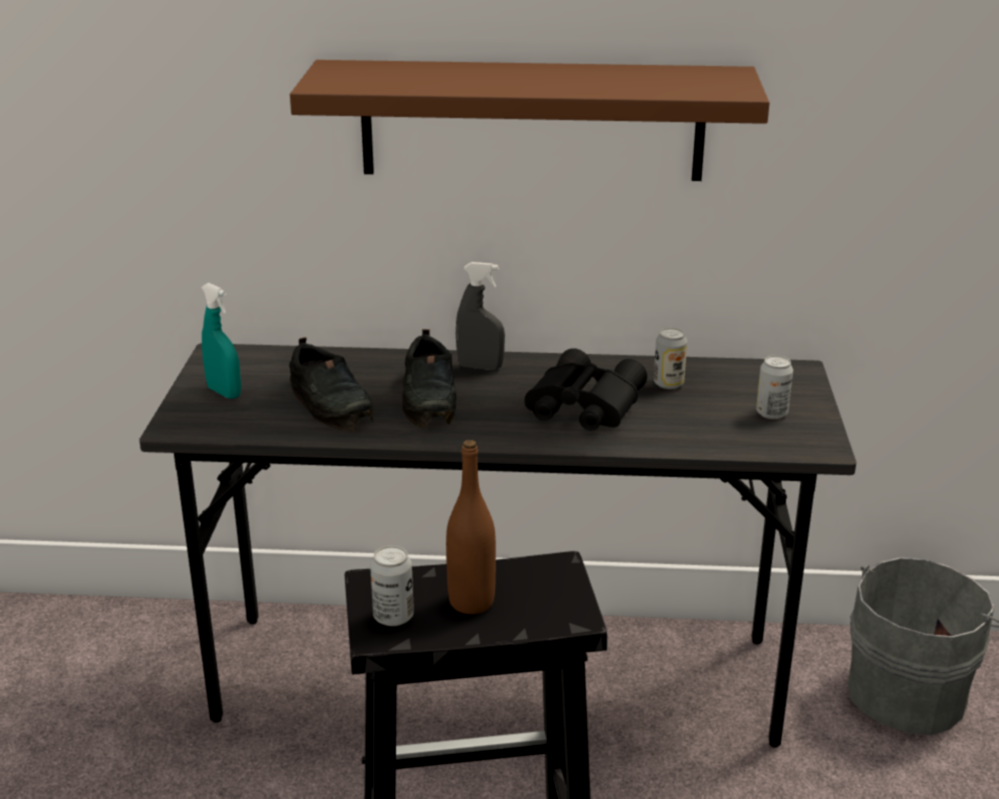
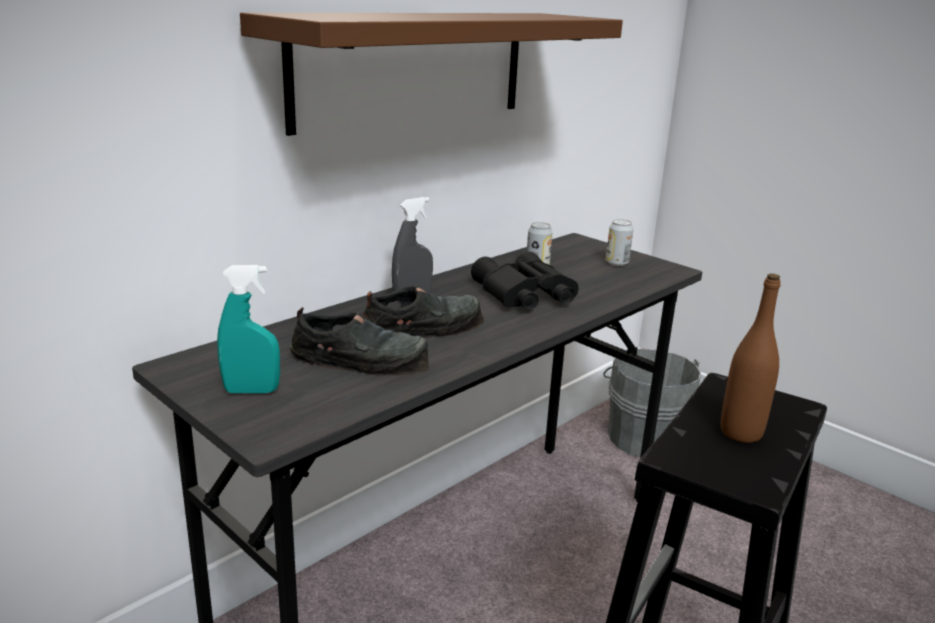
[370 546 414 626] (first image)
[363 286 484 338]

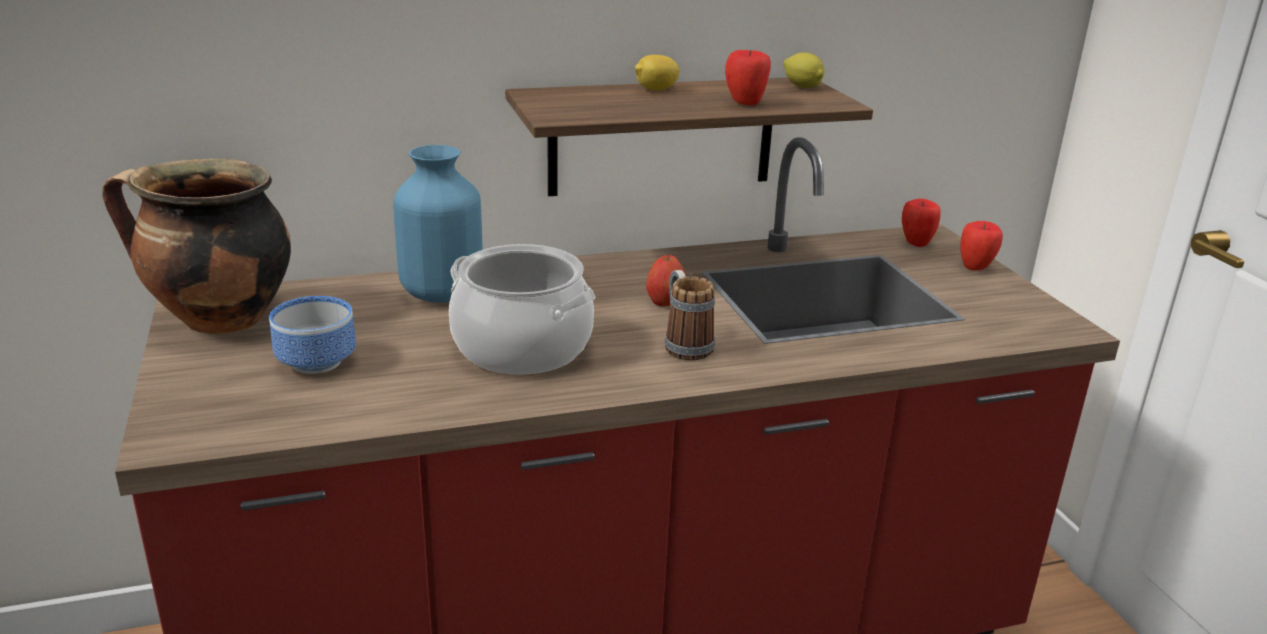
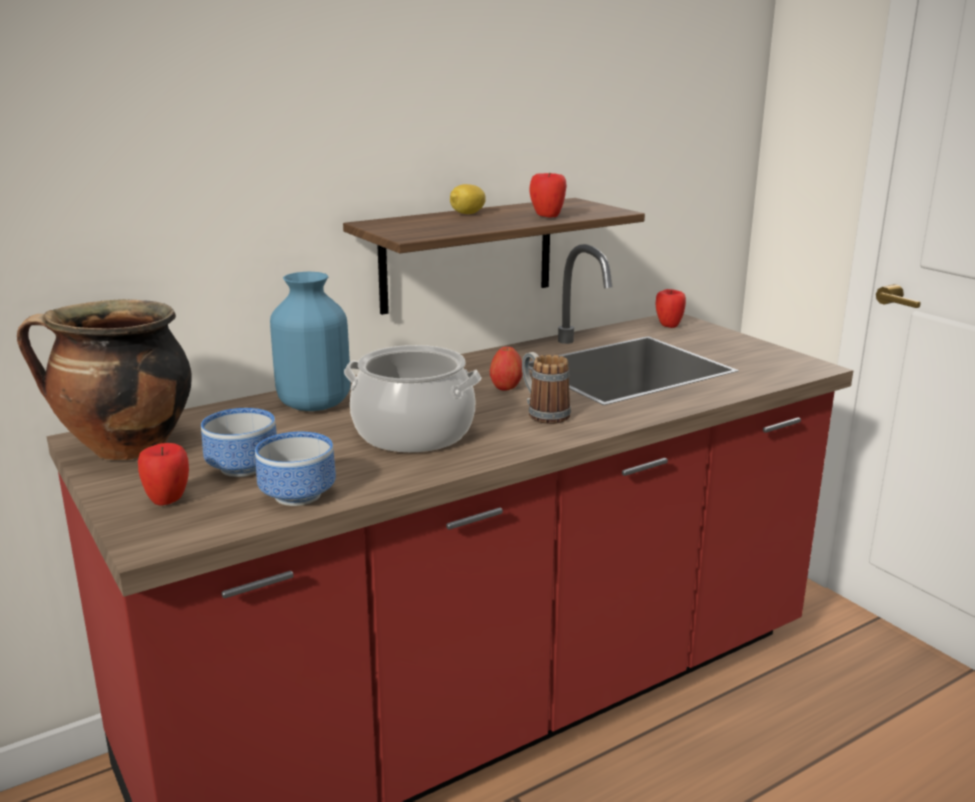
[784 52 825 88] (first image)
[138 443 189 506]
[255 432 336 506]

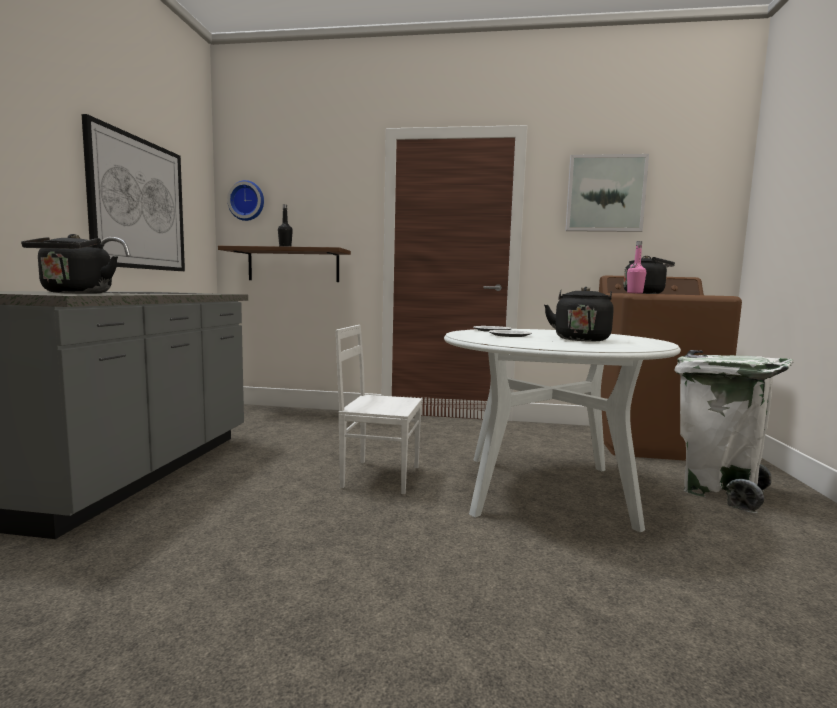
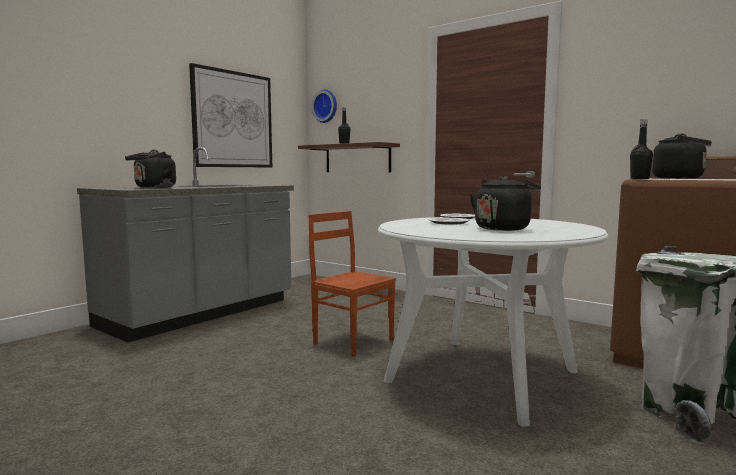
[308 211 396 357]
[565 154 649 232] (first image)
[630 119 653 179]

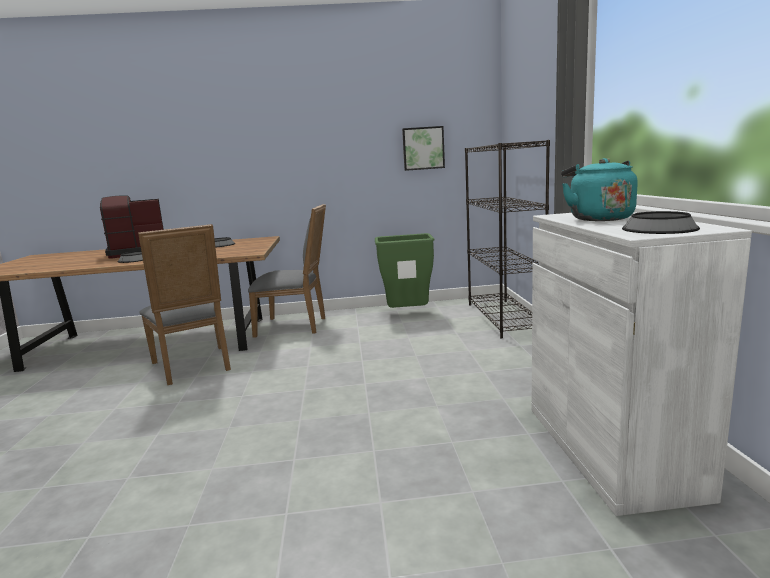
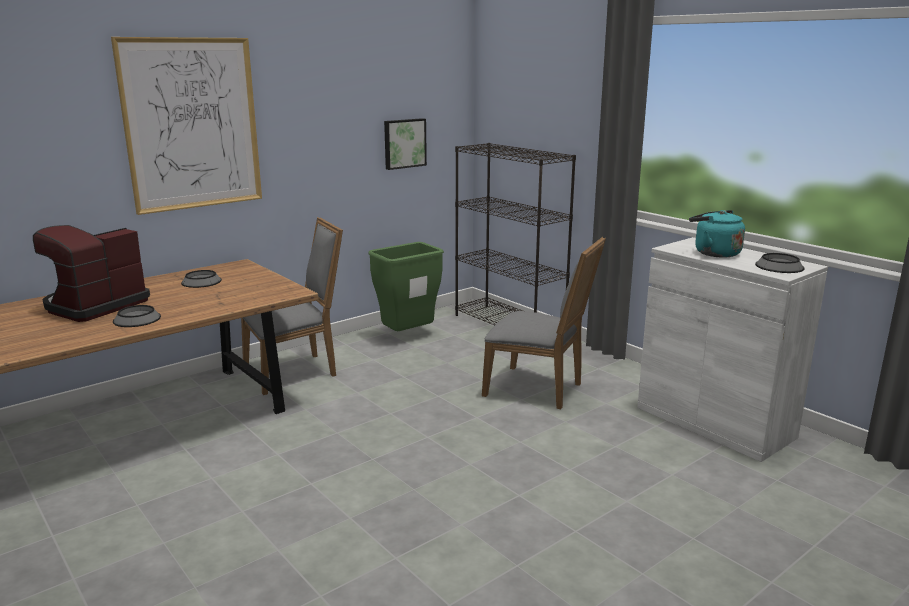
[482 237 606 409]
[111 37 262 215]

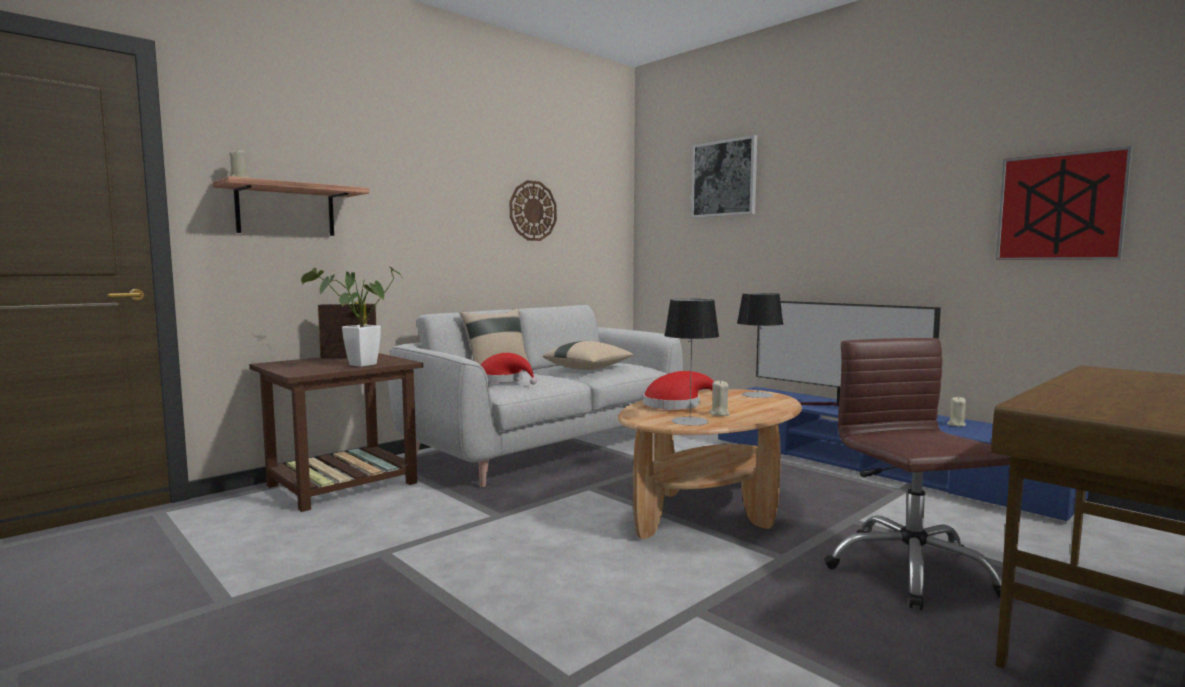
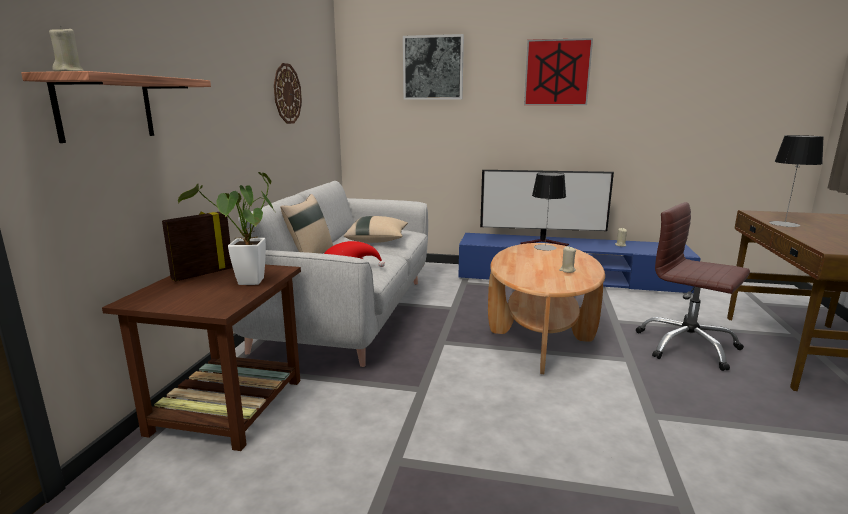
[643 371 714 410] (first image)
[769 135 823 227]
[524 38 593 105]

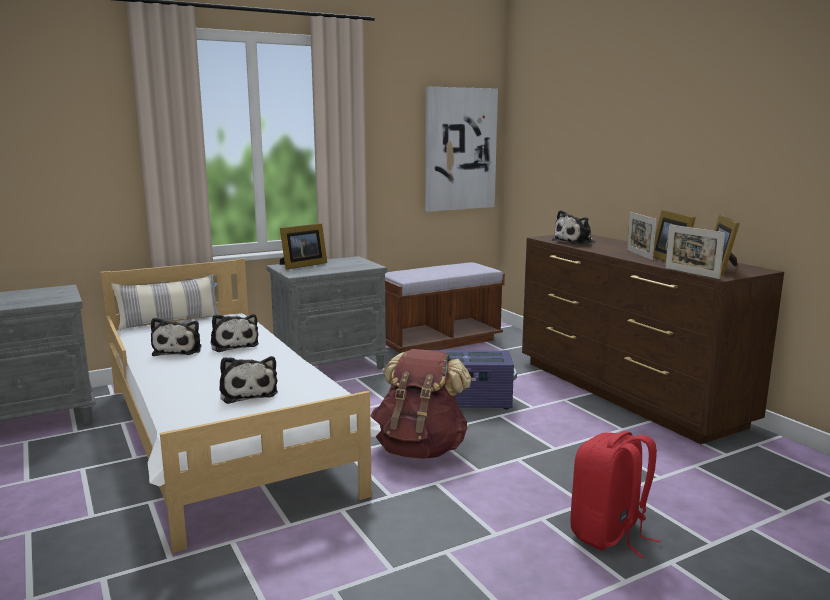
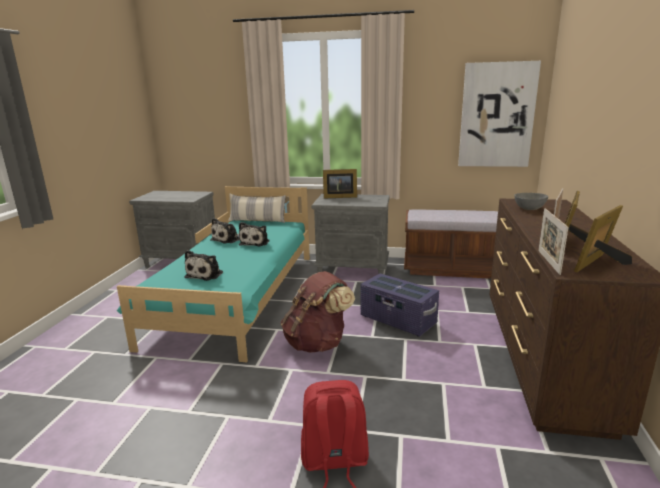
[117 186 310 362]
[514 193 548 210]

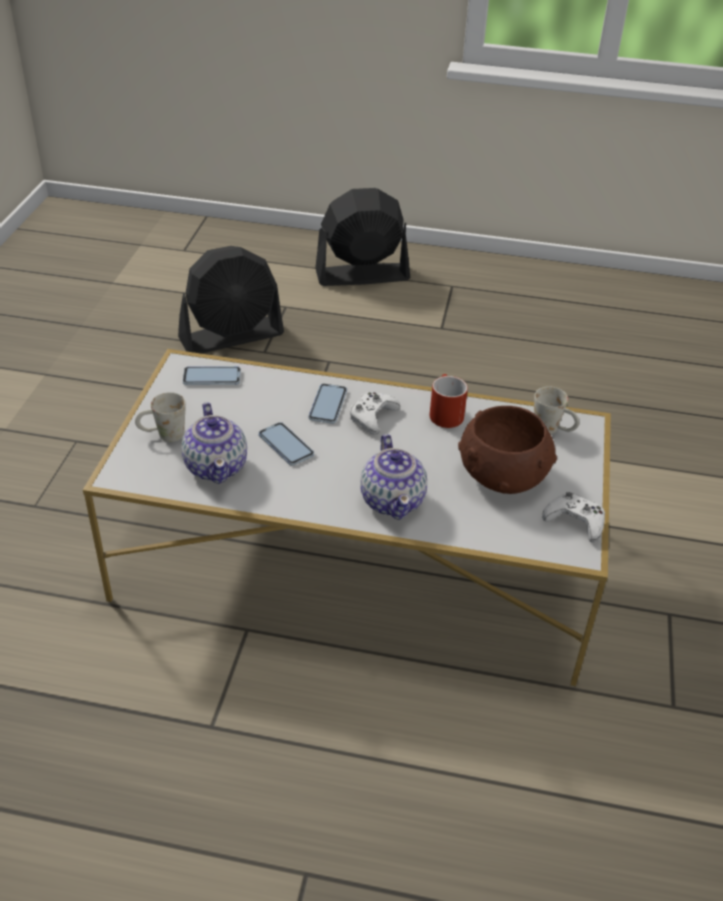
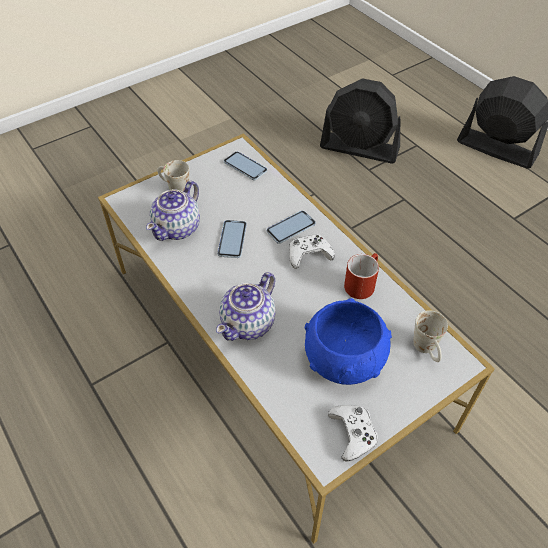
[305 298 392 385]

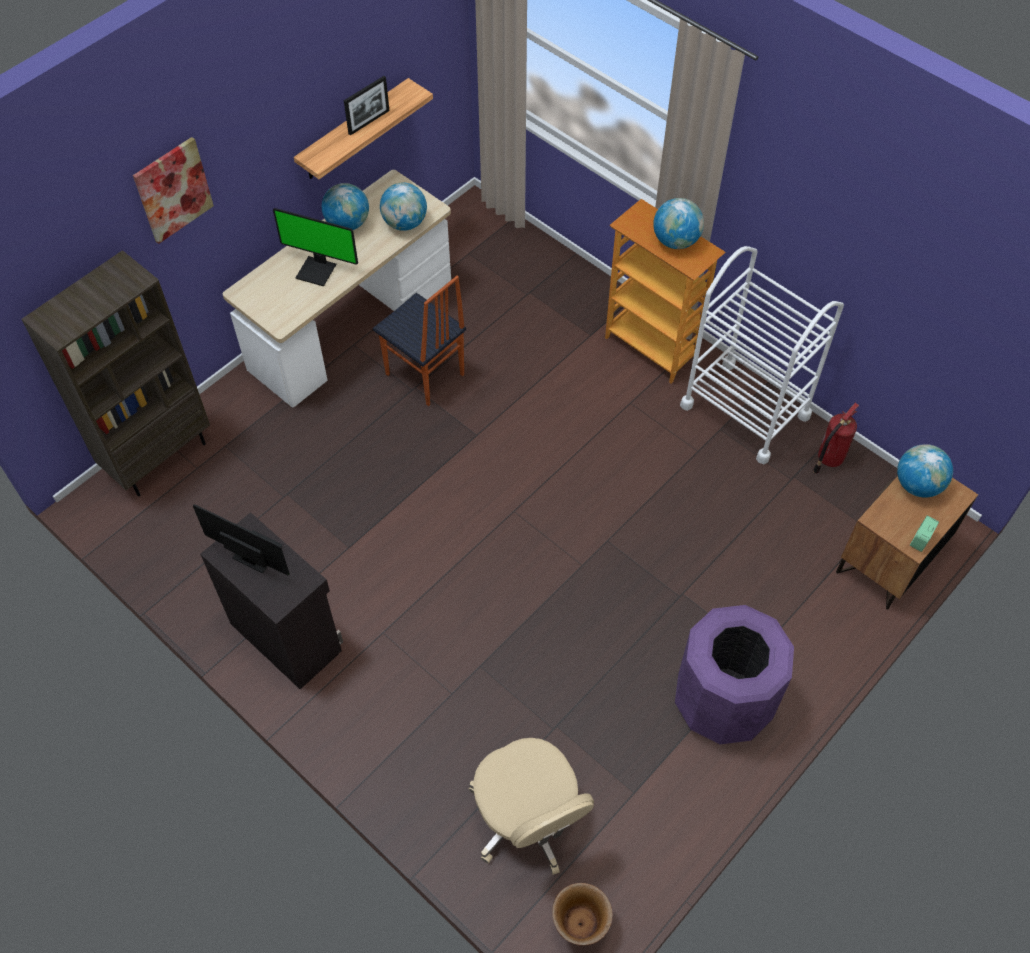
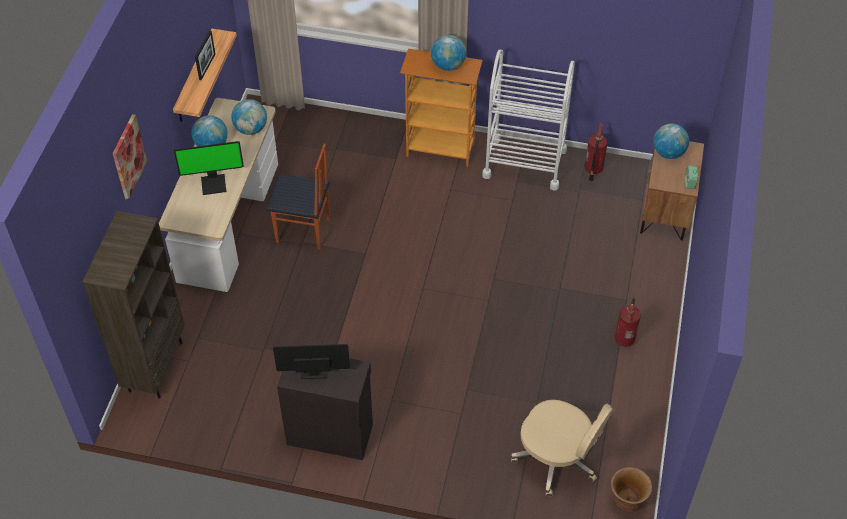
[615 298 641 347]

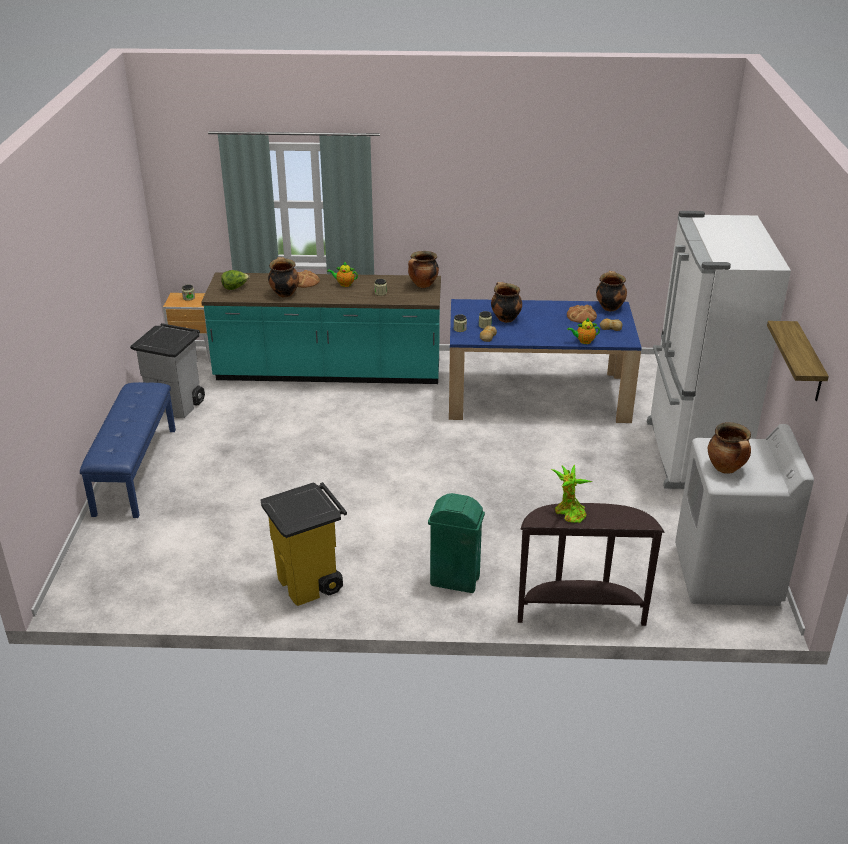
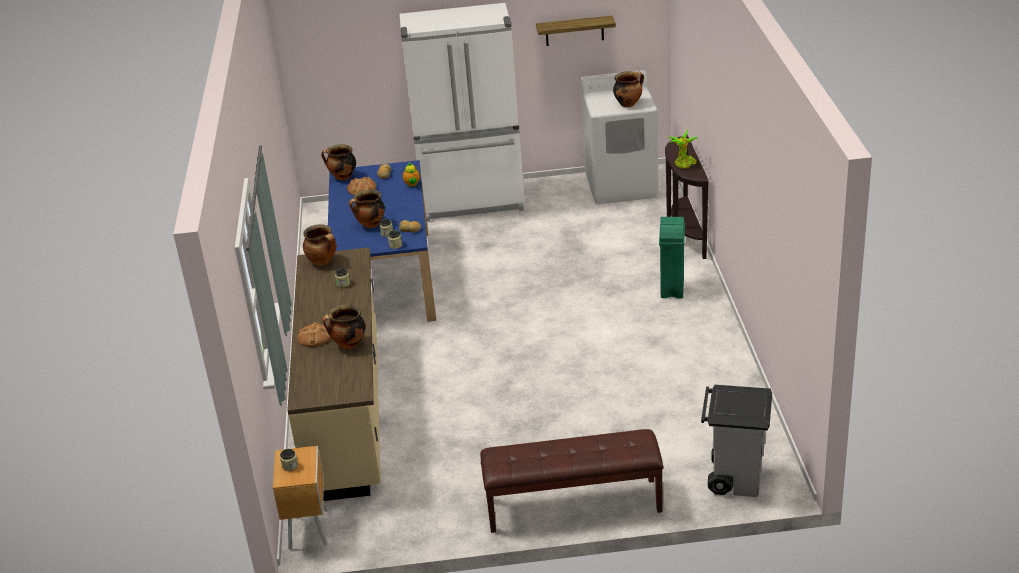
[480 429 664 533]
[701 385 772 497]
[287 247 381 501]
[221 270 250 290] (first image)
[260 482 347 606] (first image)
[327 261 358 287] (first image)

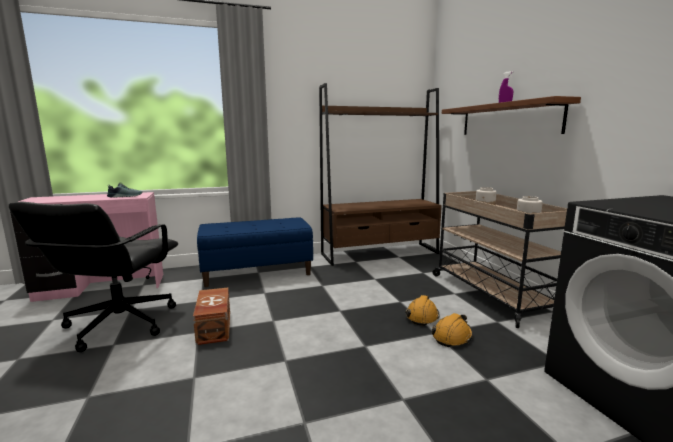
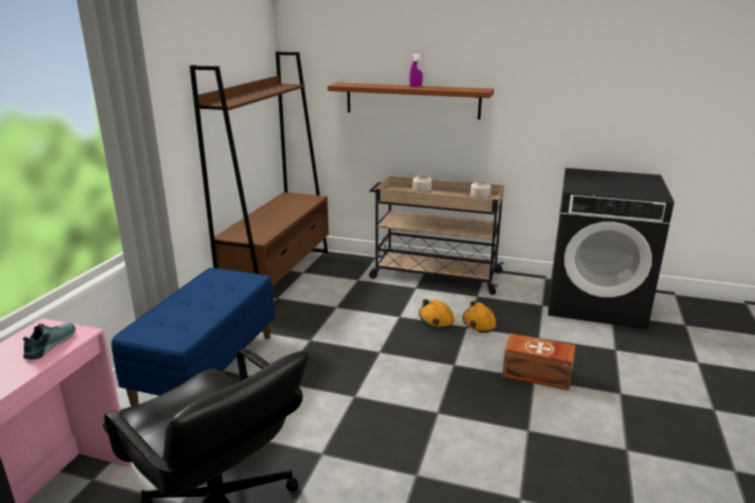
[502 333 575 390]

